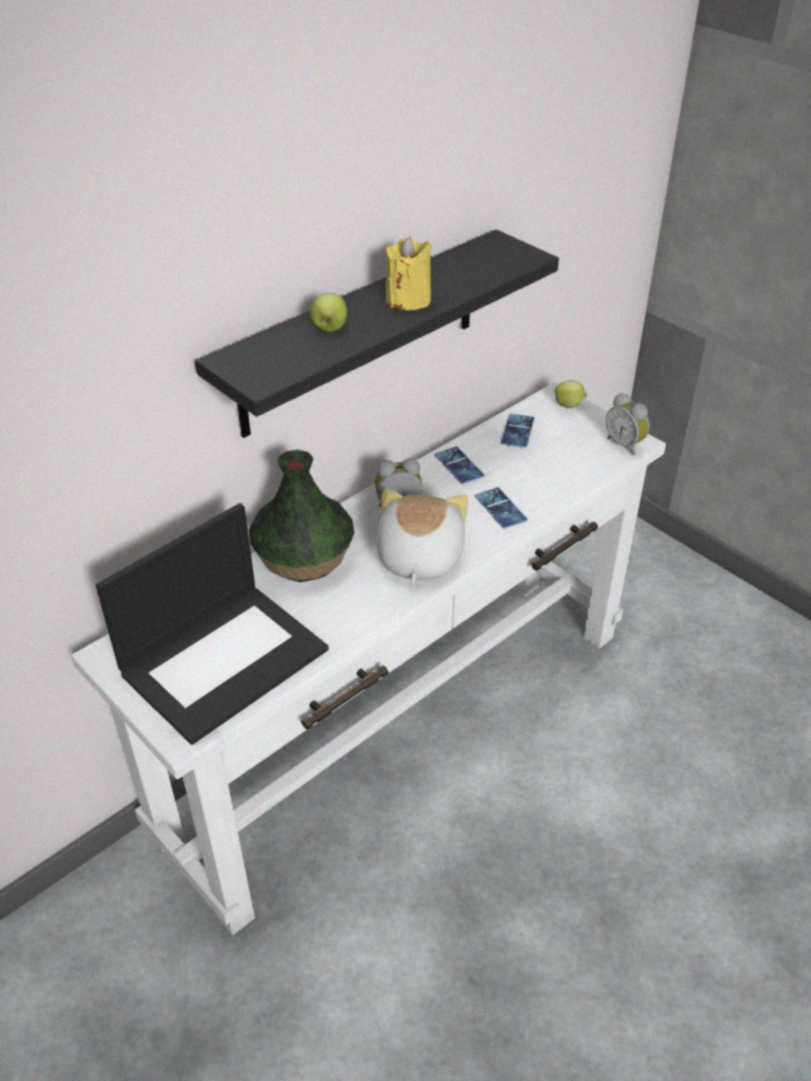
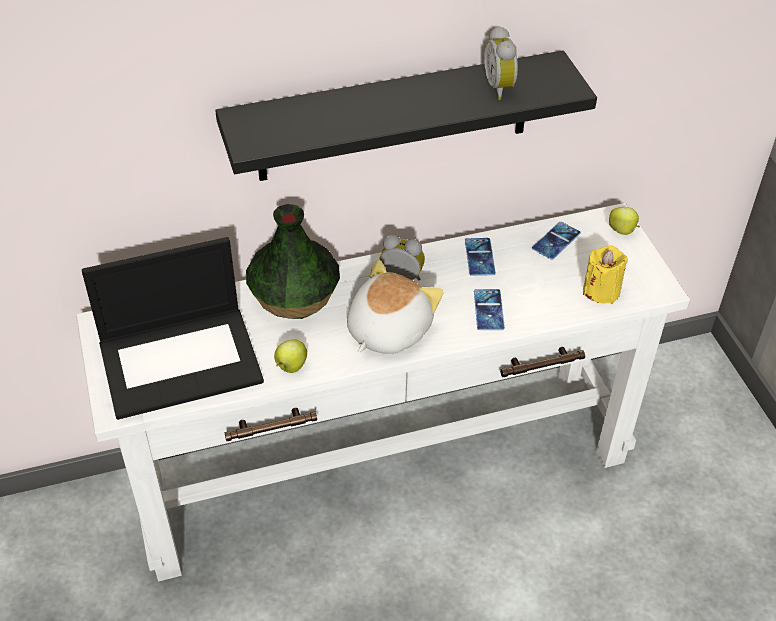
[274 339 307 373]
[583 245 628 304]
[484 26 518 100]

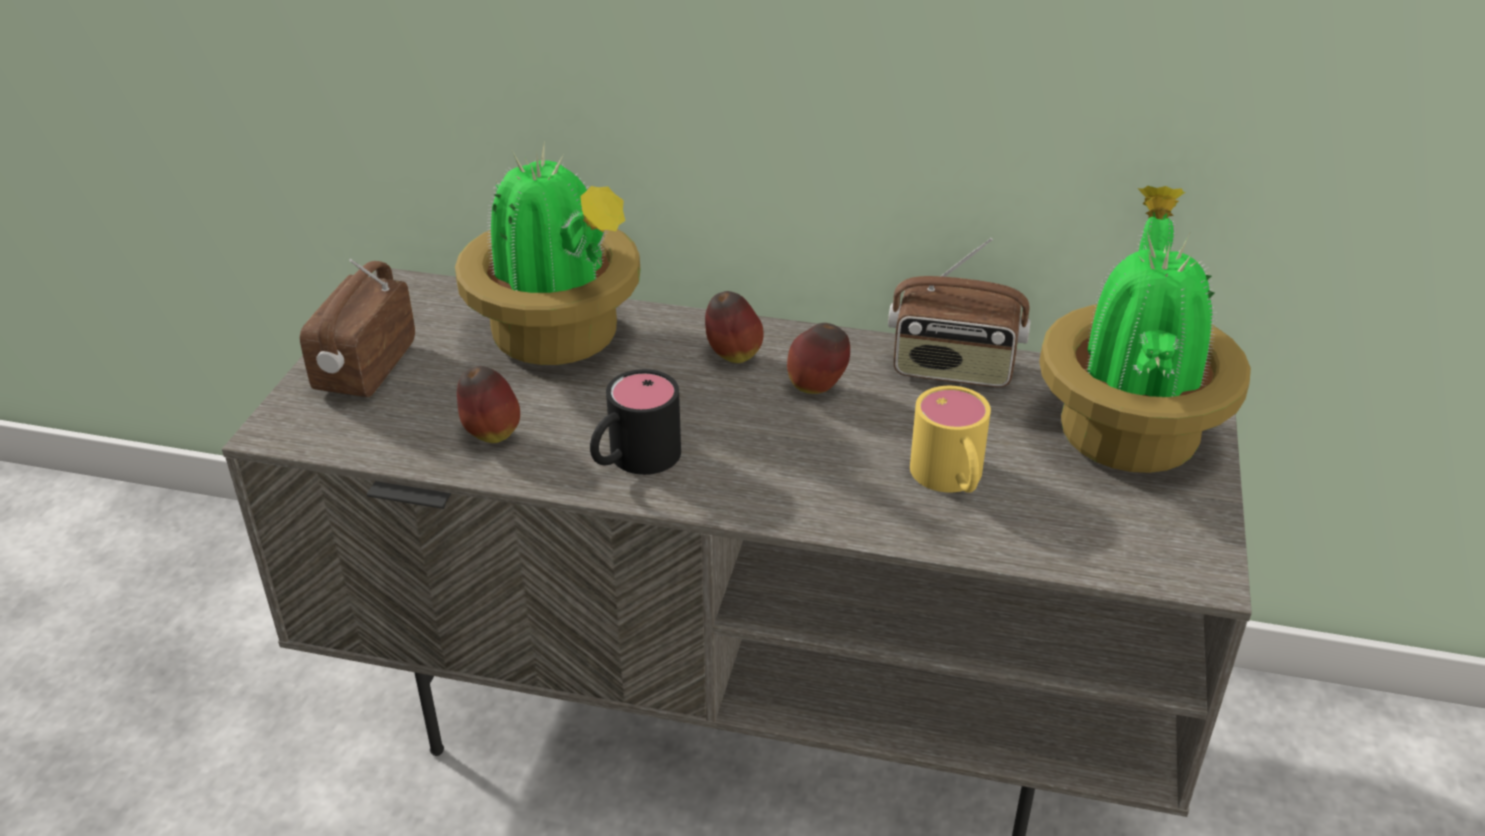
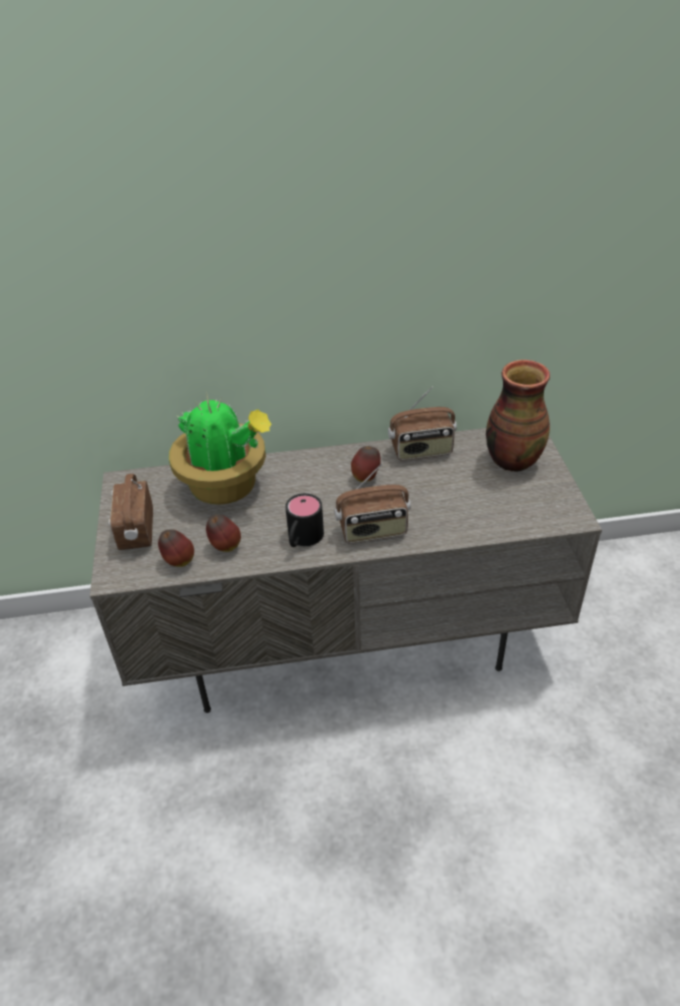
[158 529 194 567]
[910 386 991 493] (first image)
[486 360 550 472]
[334 463 411 543]

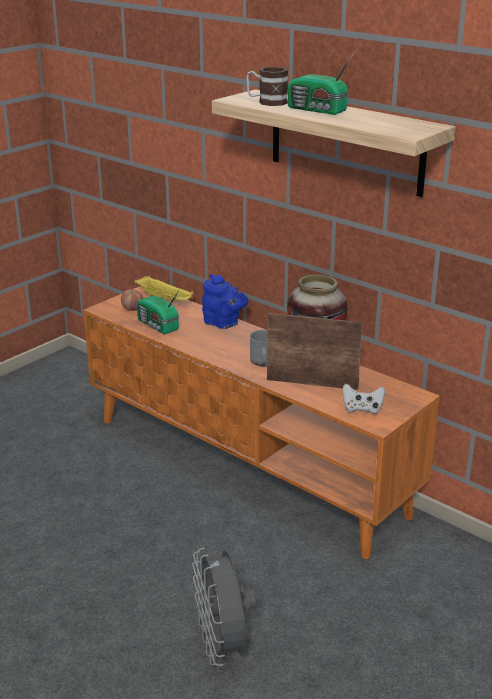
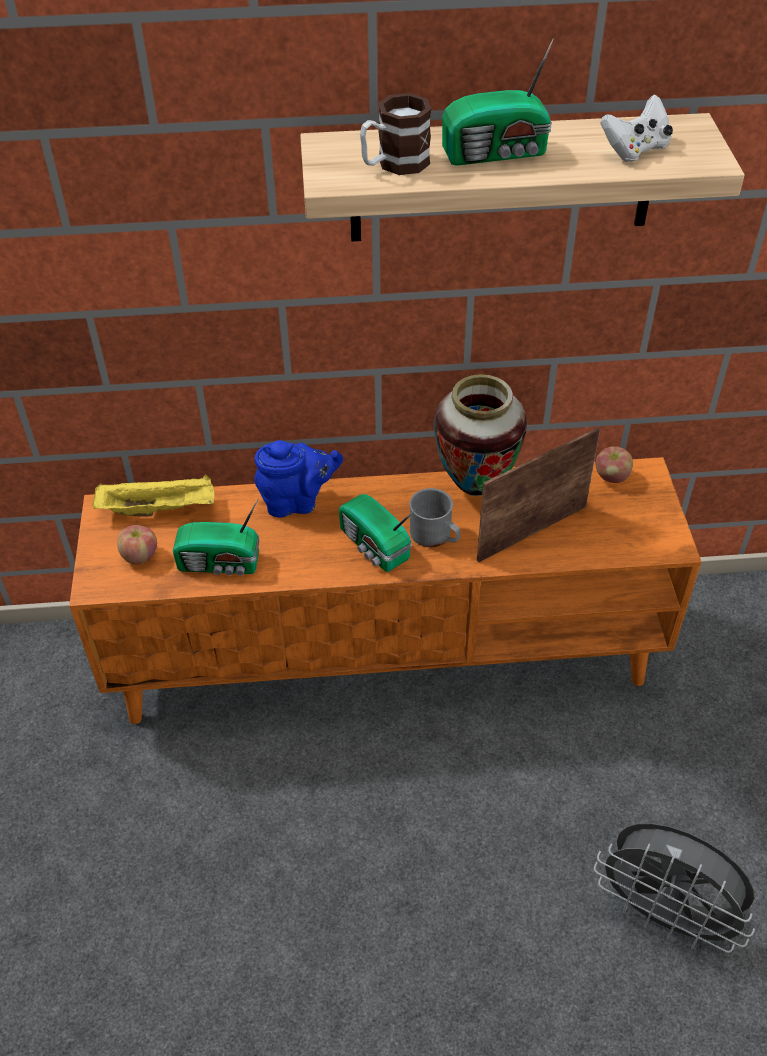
[600 94 673 162]
[339 494 416 572]
[596 446 633 483]

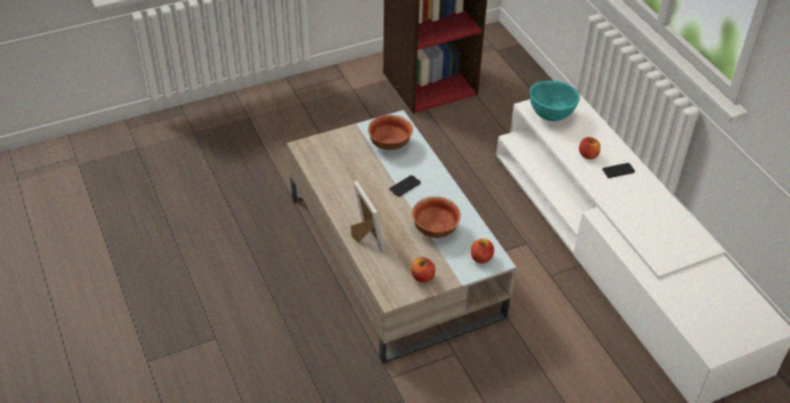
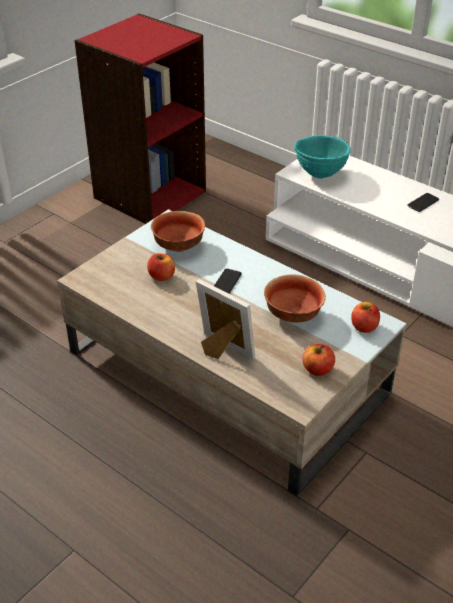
[147 253 175 281]

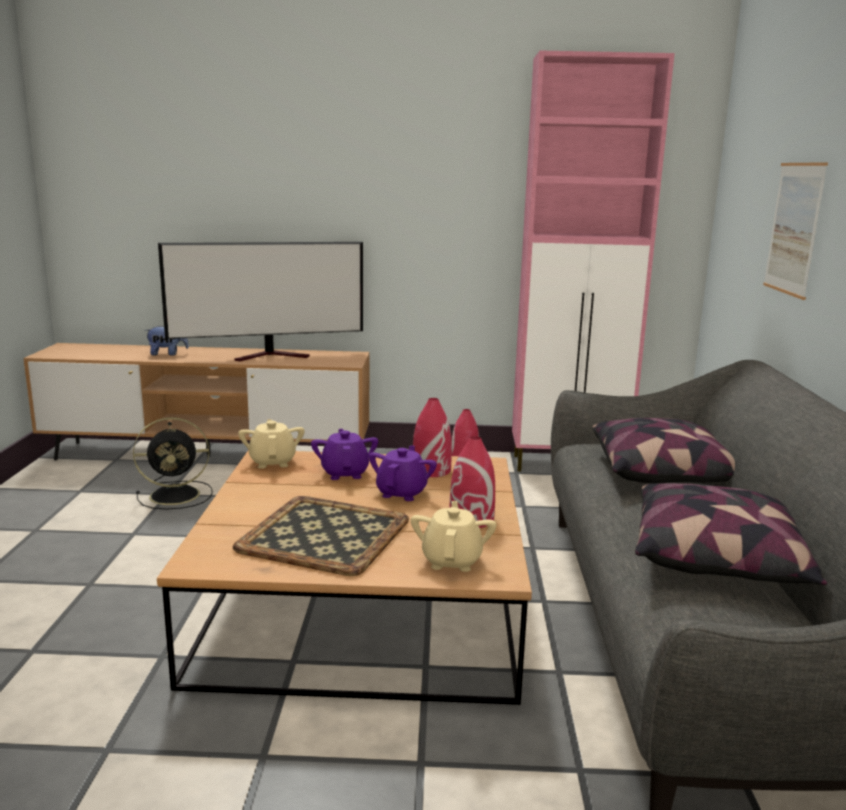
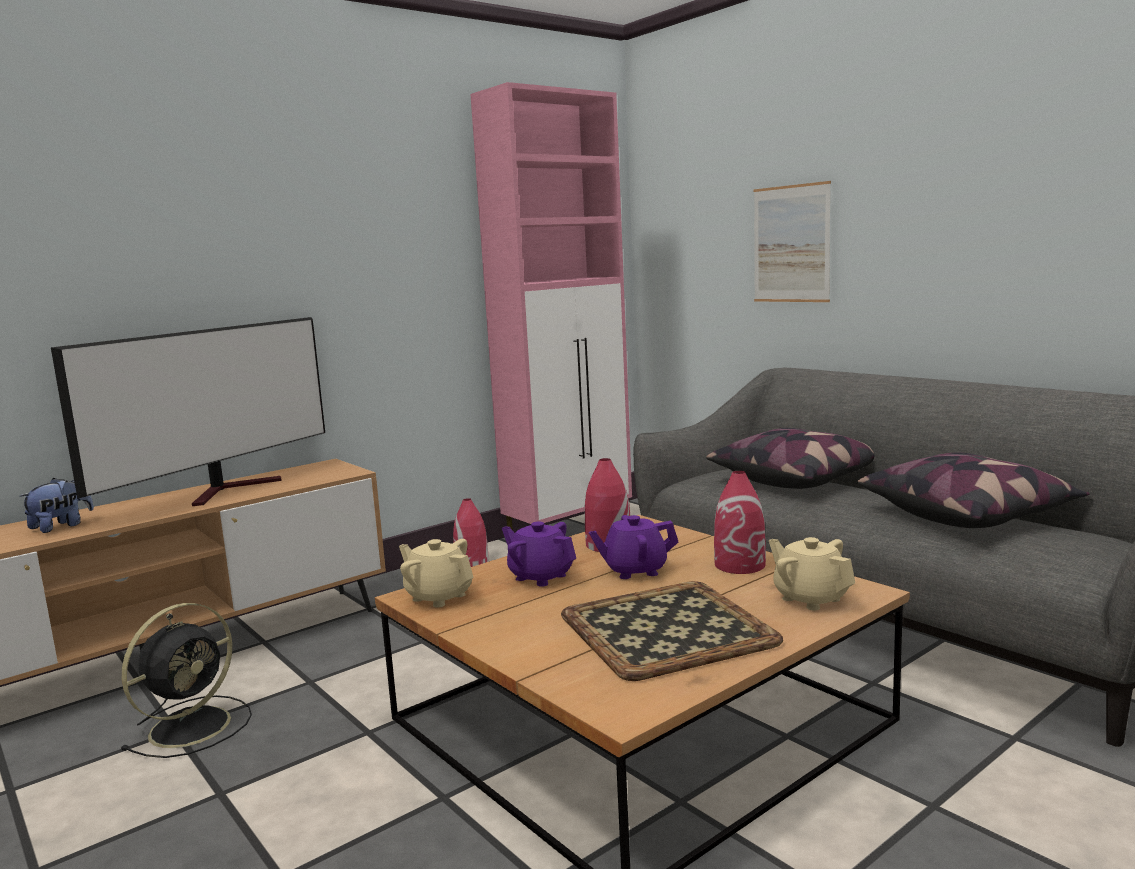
[589 515 678 579]

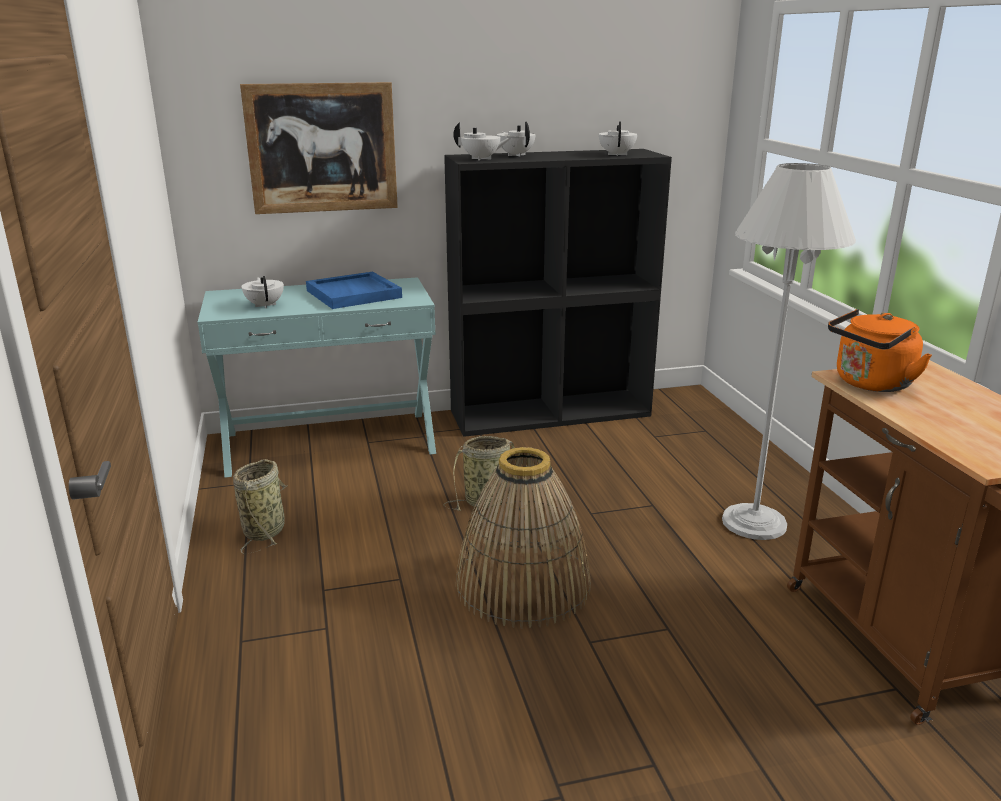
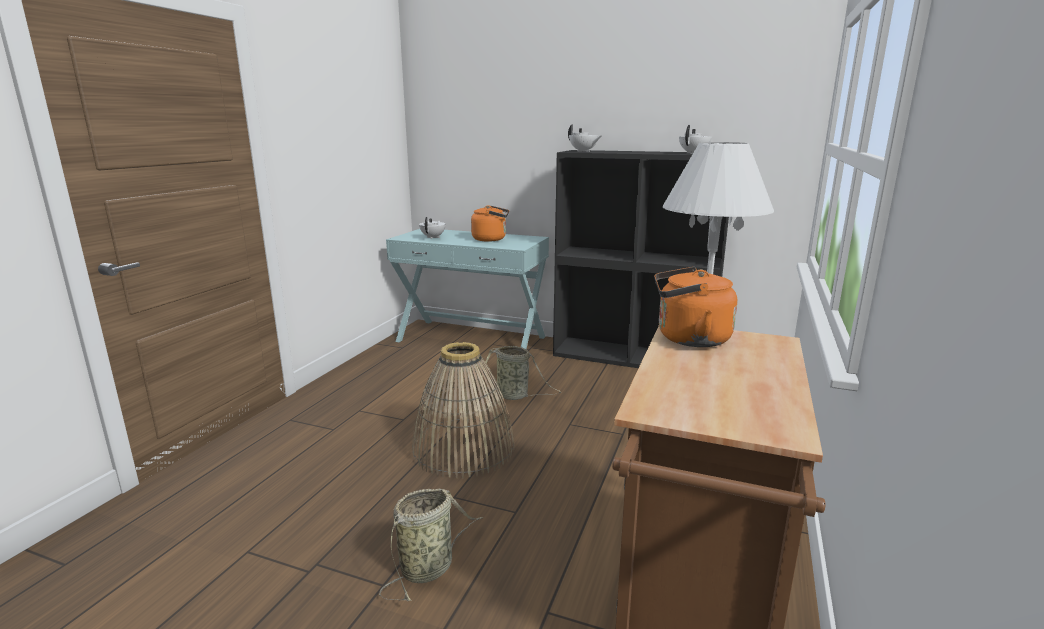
[379 489 484 601]
[240 82 398 214] (first image)
[471 205 509 242]
[497 122 536 157] (first image)

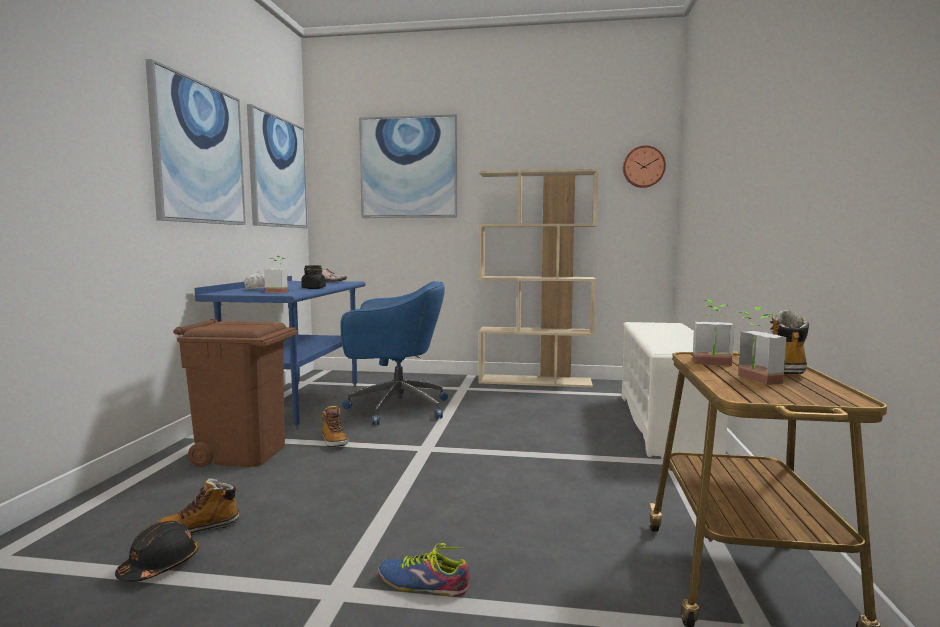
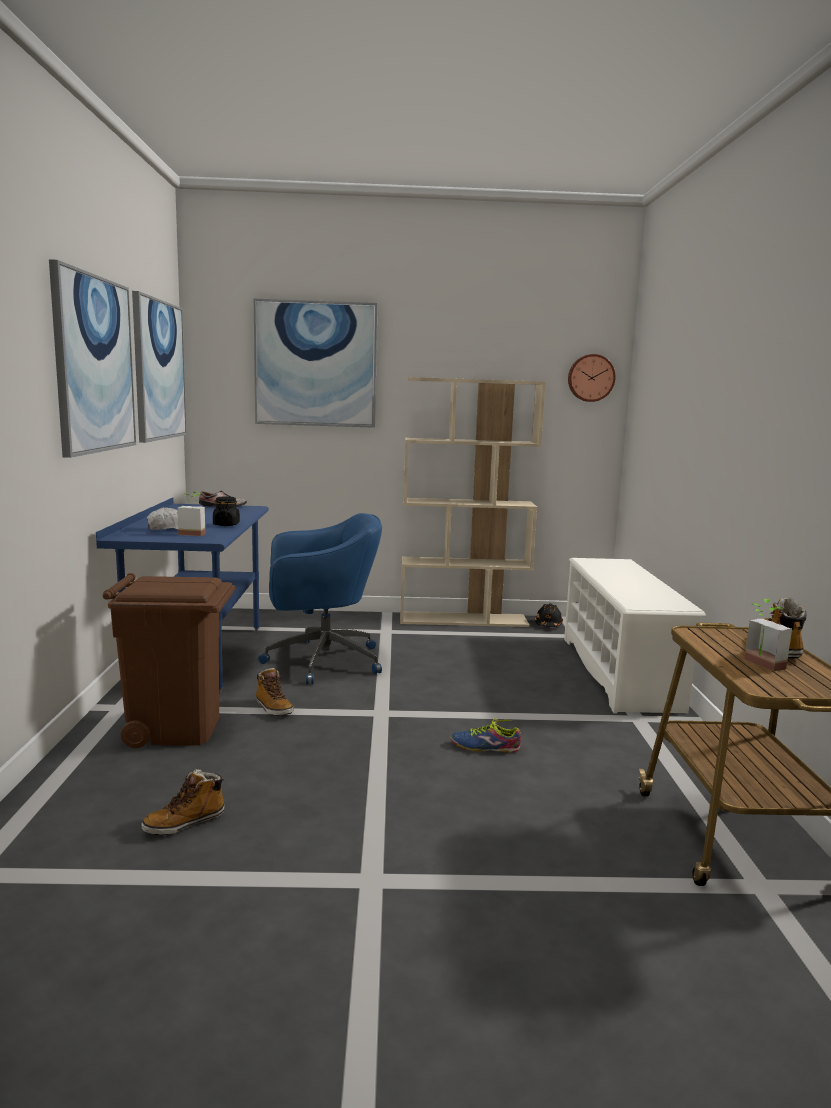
[535 603 563 627]
[450 718 521 753]
[692 300 734 366] (first image)

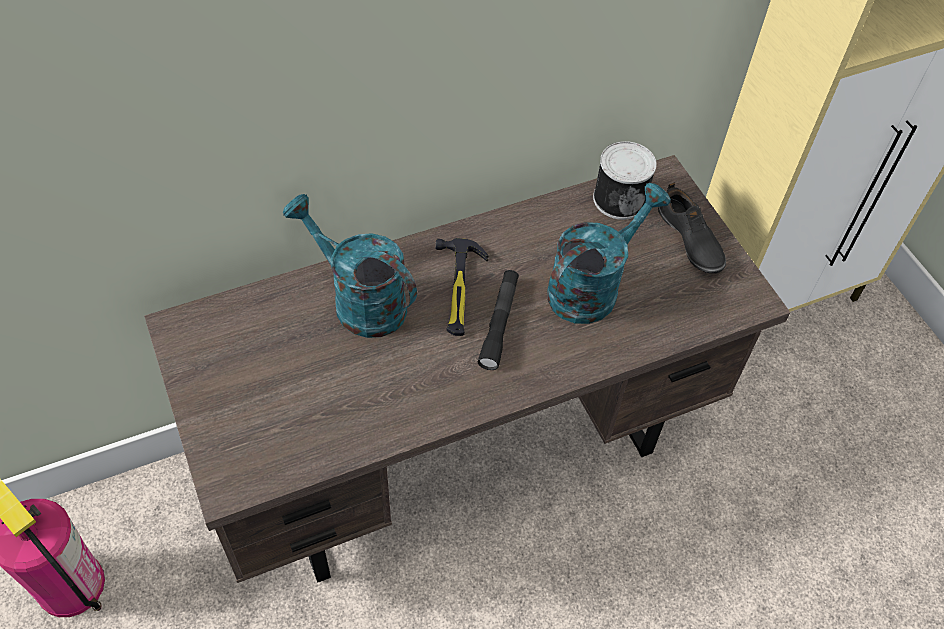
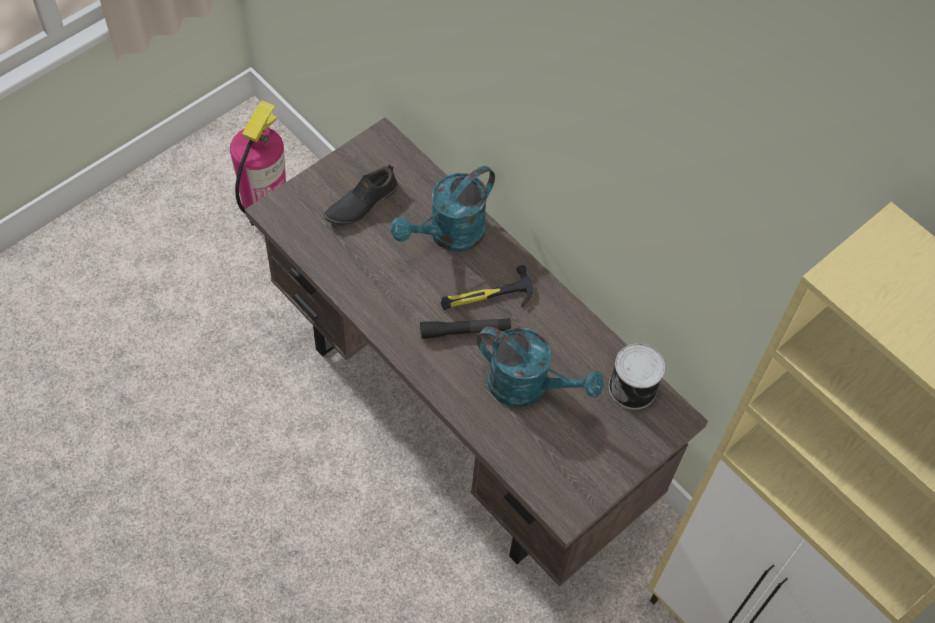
[391 166 495 252]
[324 164 398 224]

